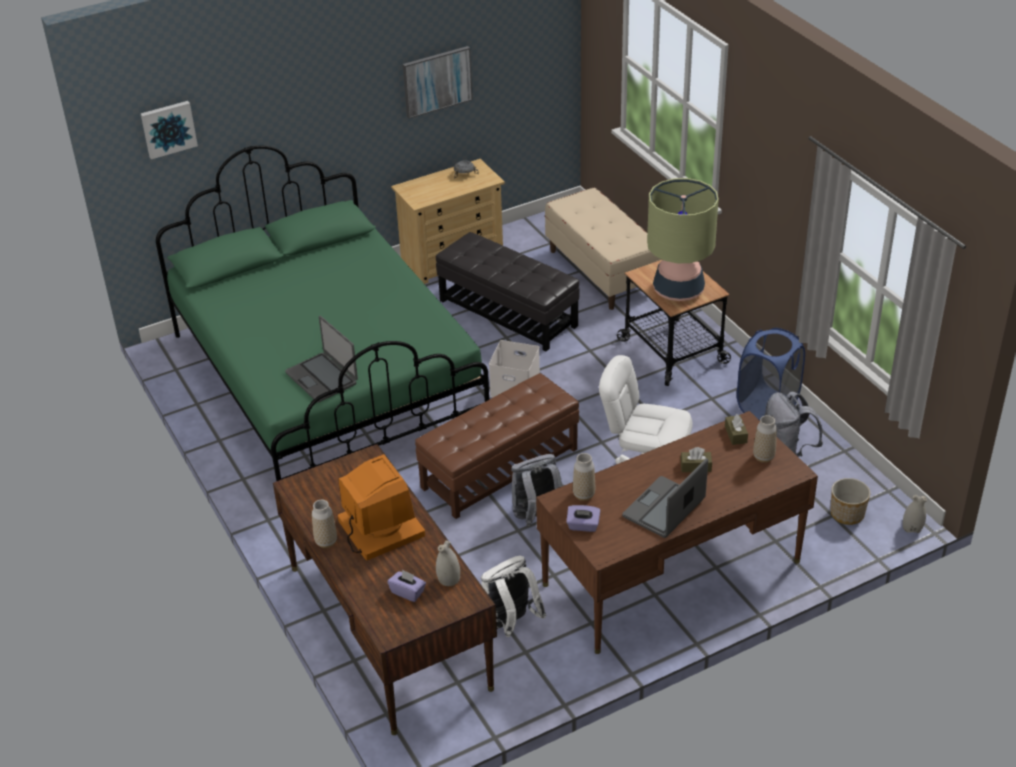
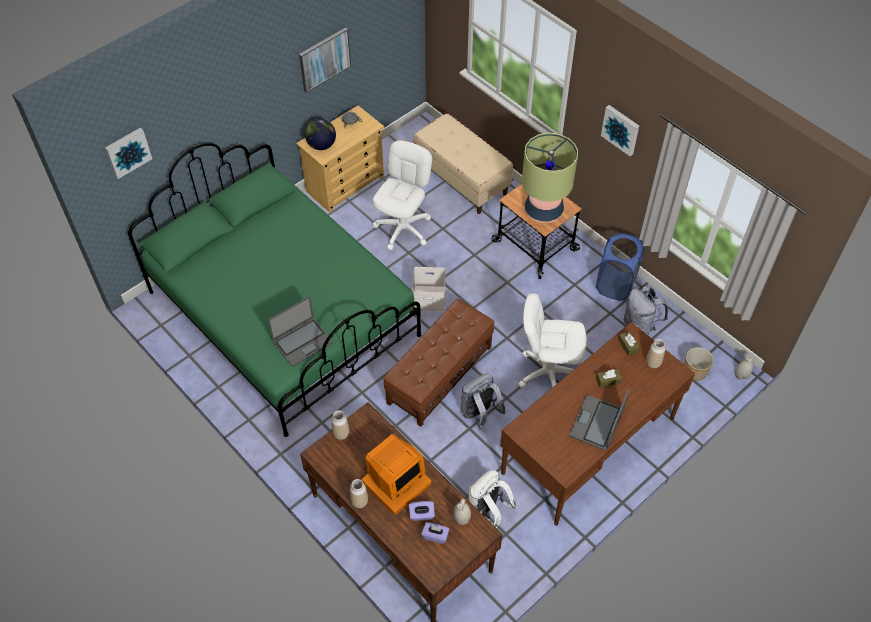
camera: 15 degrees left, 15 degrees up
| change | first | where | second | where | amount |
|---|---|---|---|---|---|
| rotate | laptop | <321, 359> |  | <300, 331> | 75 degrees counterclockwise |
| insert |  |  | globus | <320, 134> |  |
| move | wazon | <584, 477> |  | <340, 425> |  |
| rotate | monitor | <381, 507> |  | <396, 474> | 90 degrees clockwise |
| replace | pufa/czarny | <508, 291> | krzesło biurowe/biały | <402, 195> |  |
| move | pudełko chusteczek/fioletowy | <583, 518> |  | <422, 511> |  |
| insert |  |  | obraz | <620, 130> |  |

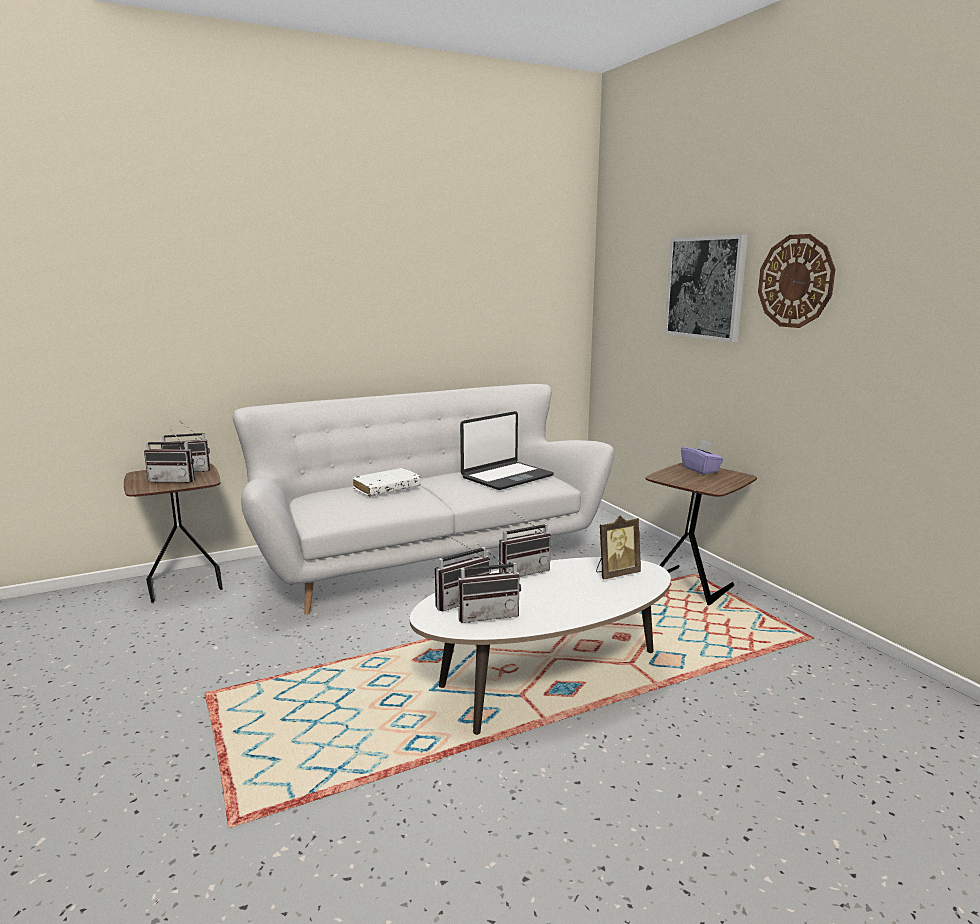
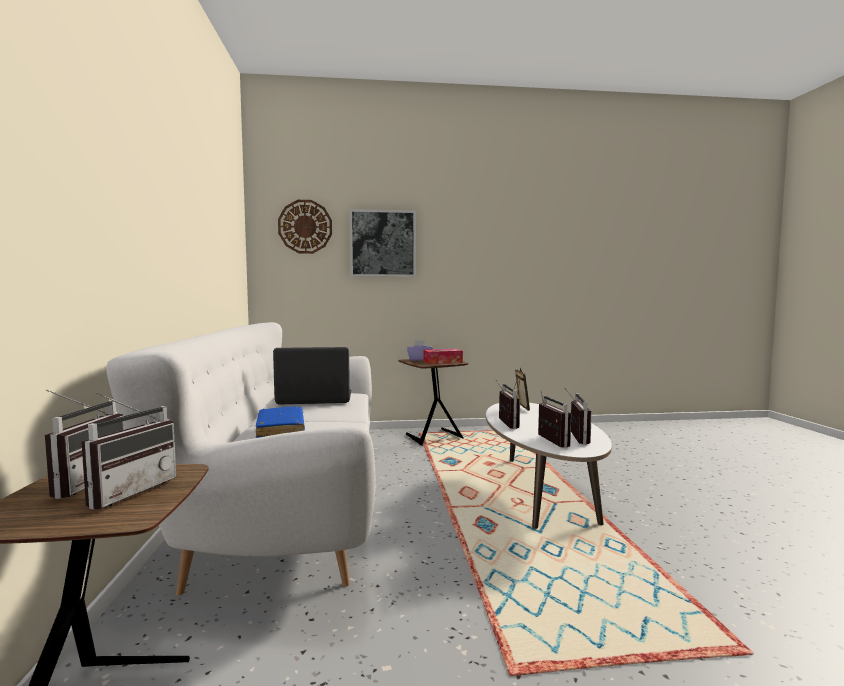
camera: 70 degrees left, 10 degrees down
| change | first | where | second | where | amount |
|---|---|---|---|---|---|
| recolor | książka/biały | <386, 482> | książka/niebieski | <280, 422> |  |
| rotate | laptop | <507, 450> |  | <312, 375> | 75 degrees counterclockwise |
| move | zegar ścienny | <796, 281> |  | <305, 227> |  |
| insert |  |  | pudełko chusteczek | <443, 356> |  |

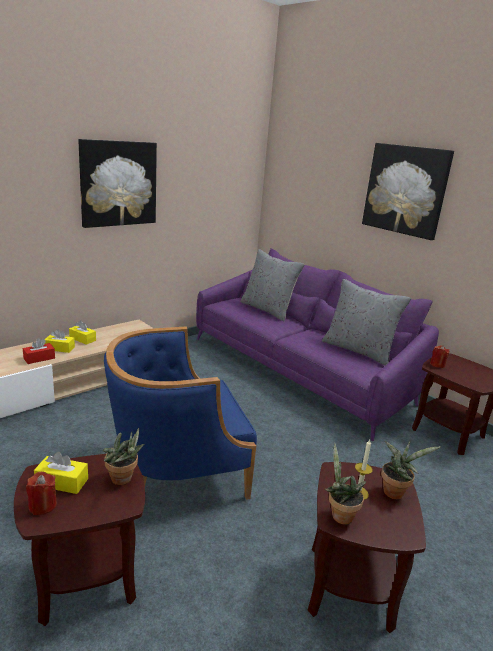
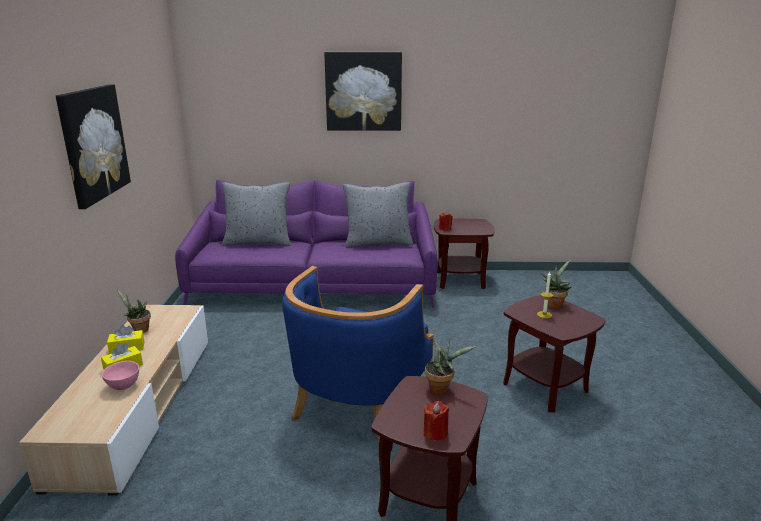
camera: 45 degrees left, 0 degrees up
| change | first | where | second | where | amount |
|---|---|---|---|---|---|
| replace | pudełko chusteczek/czerwony | <39, 351> | miska/różowy | <120, 375> |  |
| move | roślina doniczkowa | <345, 484> |  | <134, 311> |  |
| delete | pudełko chusteczek/żółty | <61, 473> |  |  |  |

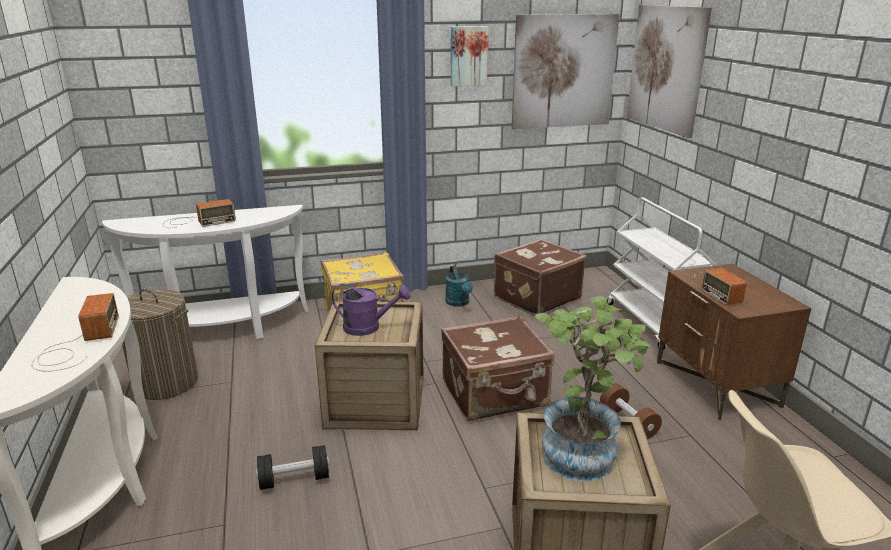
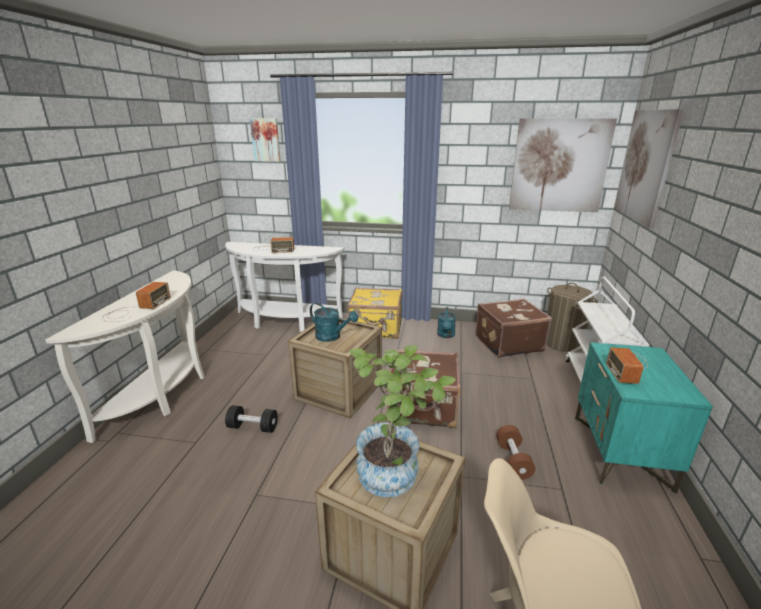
camera: 25 degrees right, 0 degrees up
| change | first | where | second | where | amount |
|---|---|---|---|---|---|
| move | obraz | <470, 56> |  | <265, 140> |  |
| recolor | konewka/fioletowy | <371, 310> | konewka/turkusowy | <334, 322> |  |
| move | kosz na pranie | <160, 344> |  | <573, 317> |  |
| recolor | szafka nocna/brązowy | <734, 342> | szafka nocna/turkusowy | <644, 418> |  |

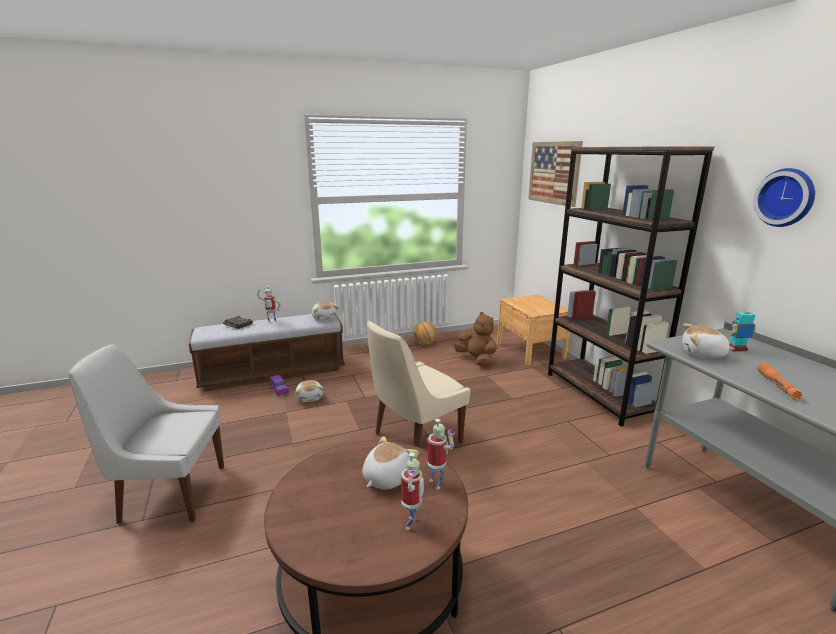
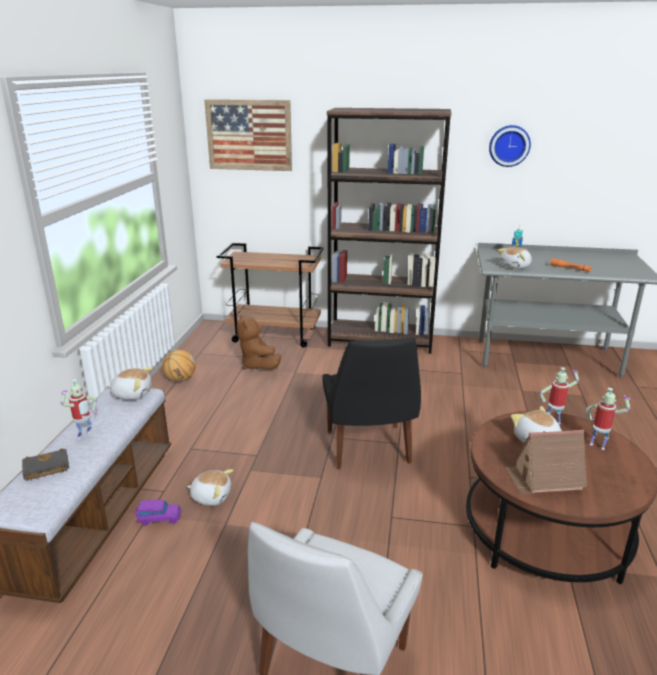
camera: 60 degrees left, 5 degrees up
| change | first | where | second | where | amount |
|---|---|---|---|---|---|
| replace | szafka nocna/brązowy | <533, 330> | wózek/brązowy | <270, 295> |  |
| rotate | pluszak/brązowy | <475, 339> |  | <259, 342> | 105 degrees counterclockwise |
| recolor | krzesło/beżowy | <418, 384> | krzesło/czarny | <371, 403> |  |
| insert |  |  | domek | <546, 462> |  |

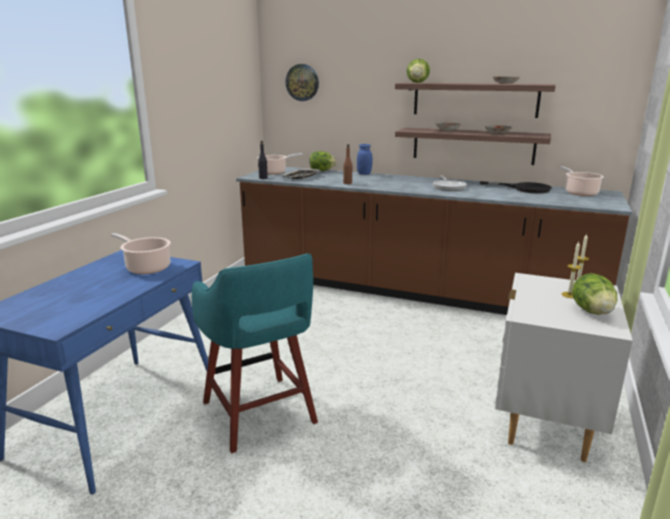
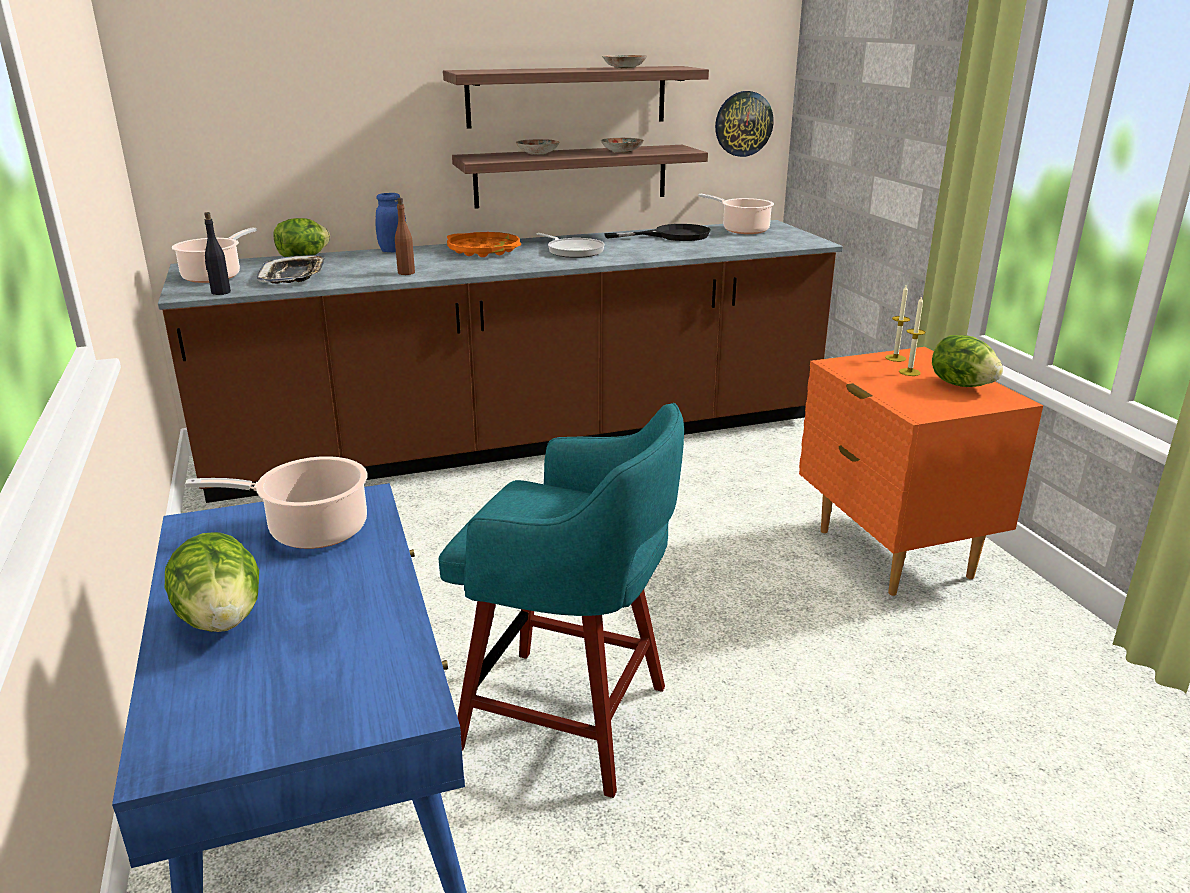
camera: 40 degrees left, 5 degrees up
| change | first | where | second | where | amount |
|---|---|---|---|---|---|
| move | sałata | <418, 71> |  | <212, 582> |  |
| insert |  |  | taca/pomarańczowy | <484, 244> |  |
| move | zegar ścienny | <302, 82> |  | <744, 124> |  |
| recolor | szafka nocna/biały | <564, 367> | szafka nocna/pomarańczowy | <921, 471> |  |

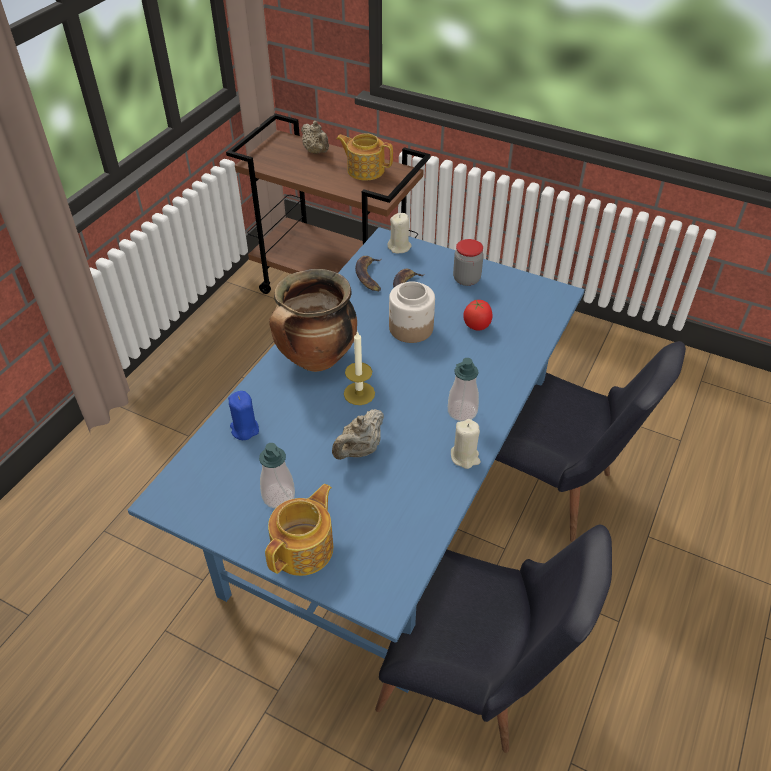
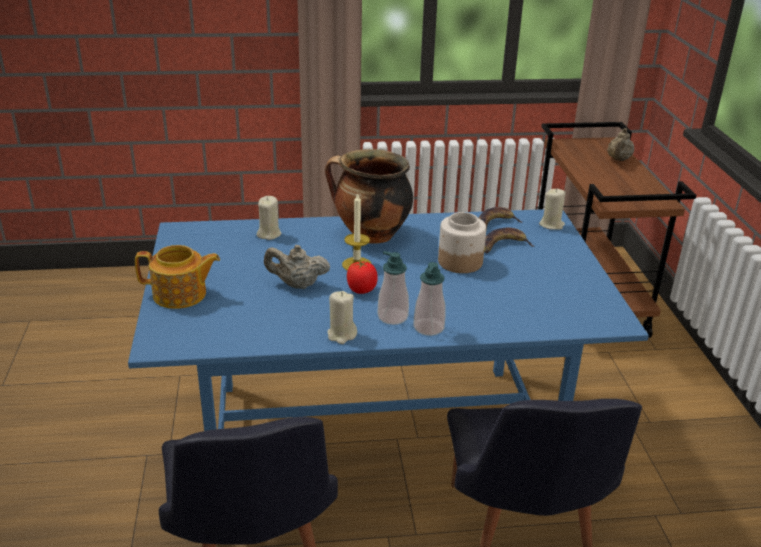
camera: 55 degrees right, 15 degrees down
| change | first | where | second | where | amount |
|---|---|---|---|---|---|
| recolor | świeca/niebieski | <243, 415> | świeca/beżowy | <269, 218> |  |
| move | pomidor | <478, 315> |  | <362, 277> |  |
| move | dozownik mydła | <277, 476> |  | <429, 299> |  |
| delete | imbryk | <364, 157> |  |  |  |
| delete | słoik | <468, 262> |  |  |  |

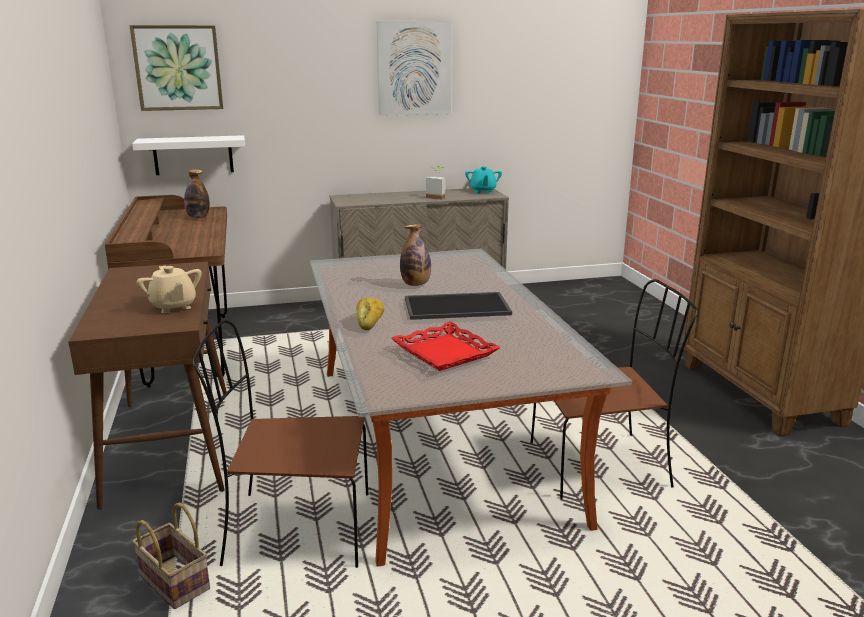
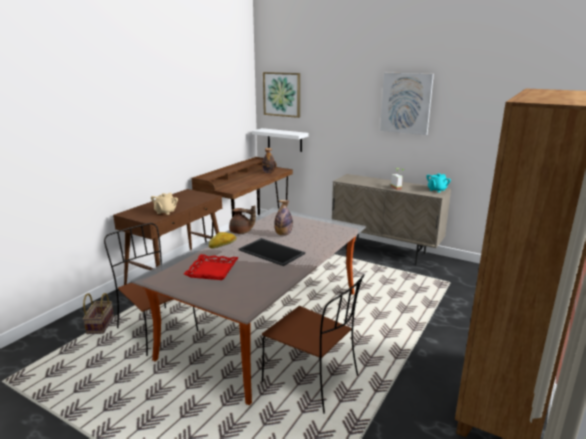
camera: 45 degrees right, 0 degrees up
| change | first | where | second | where | amount |
|---|---|---|---|---|---|
| insert |  |  | imbryk/brązowy | <242, 220> |  |

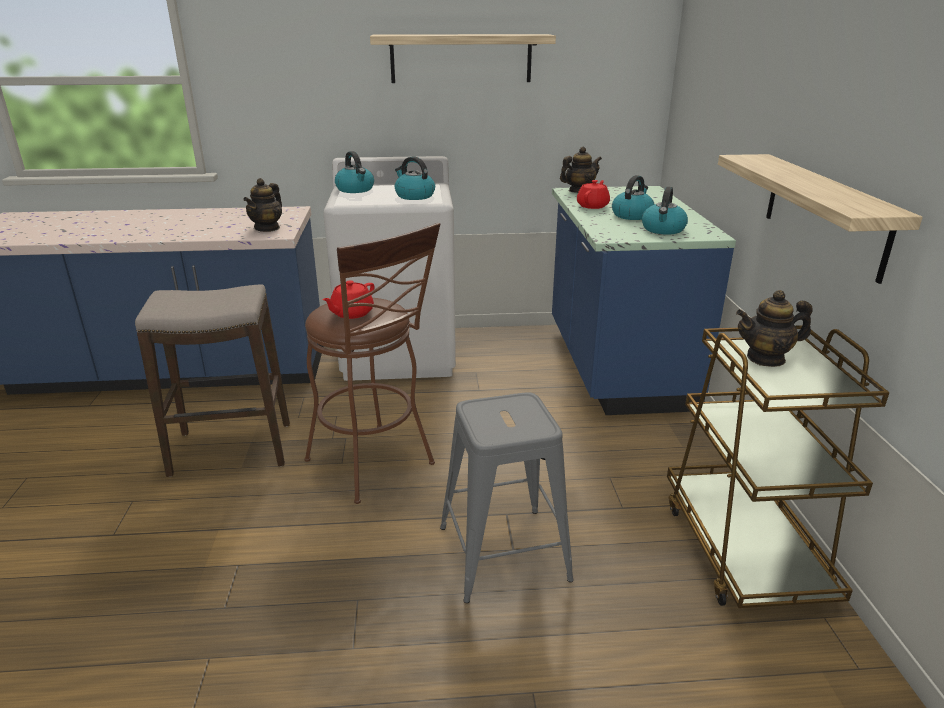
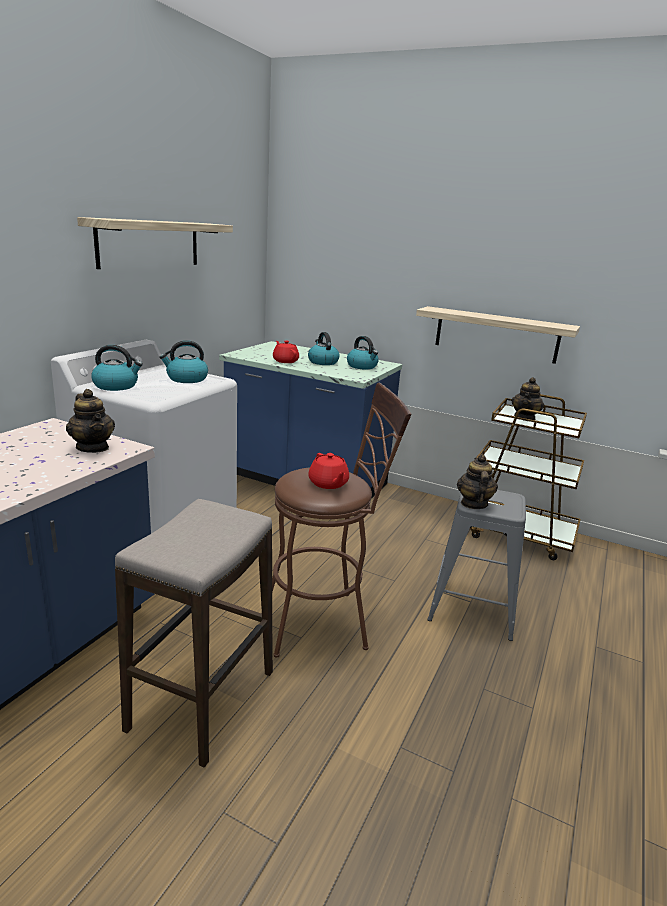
camera: 60 degrees left, 5 degrees down
| change | first | where | second | where | amount |
|---|---|---|---|---|---|
| move | imbryk | <581, 170> |  | <477, 481> |  |

